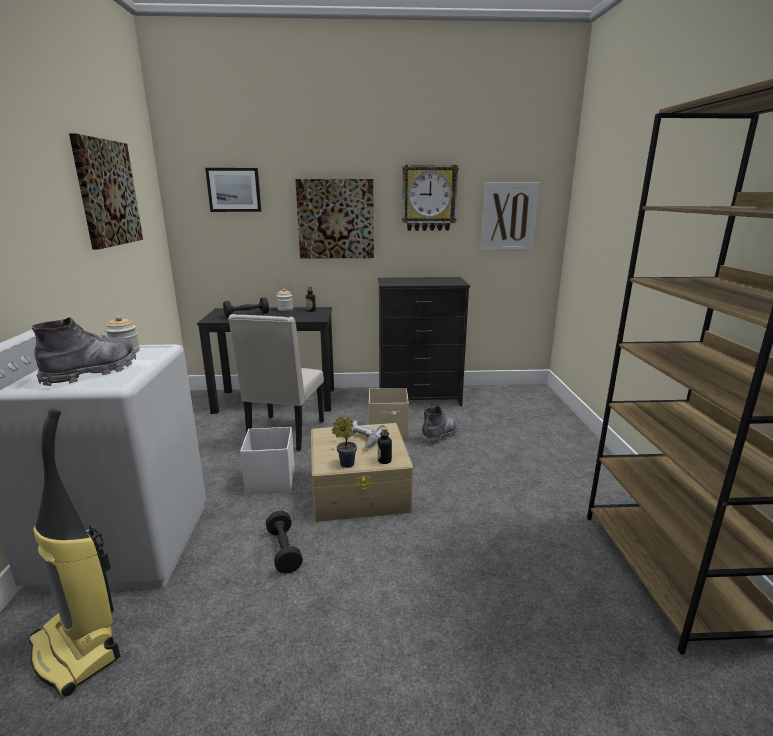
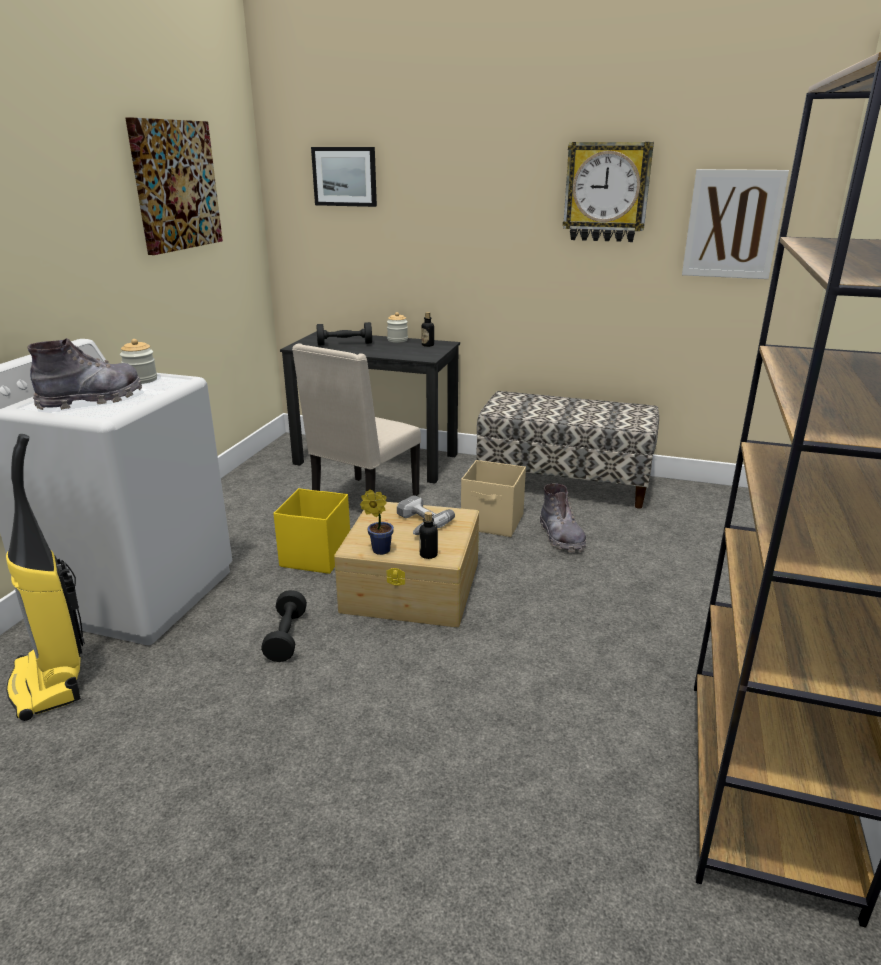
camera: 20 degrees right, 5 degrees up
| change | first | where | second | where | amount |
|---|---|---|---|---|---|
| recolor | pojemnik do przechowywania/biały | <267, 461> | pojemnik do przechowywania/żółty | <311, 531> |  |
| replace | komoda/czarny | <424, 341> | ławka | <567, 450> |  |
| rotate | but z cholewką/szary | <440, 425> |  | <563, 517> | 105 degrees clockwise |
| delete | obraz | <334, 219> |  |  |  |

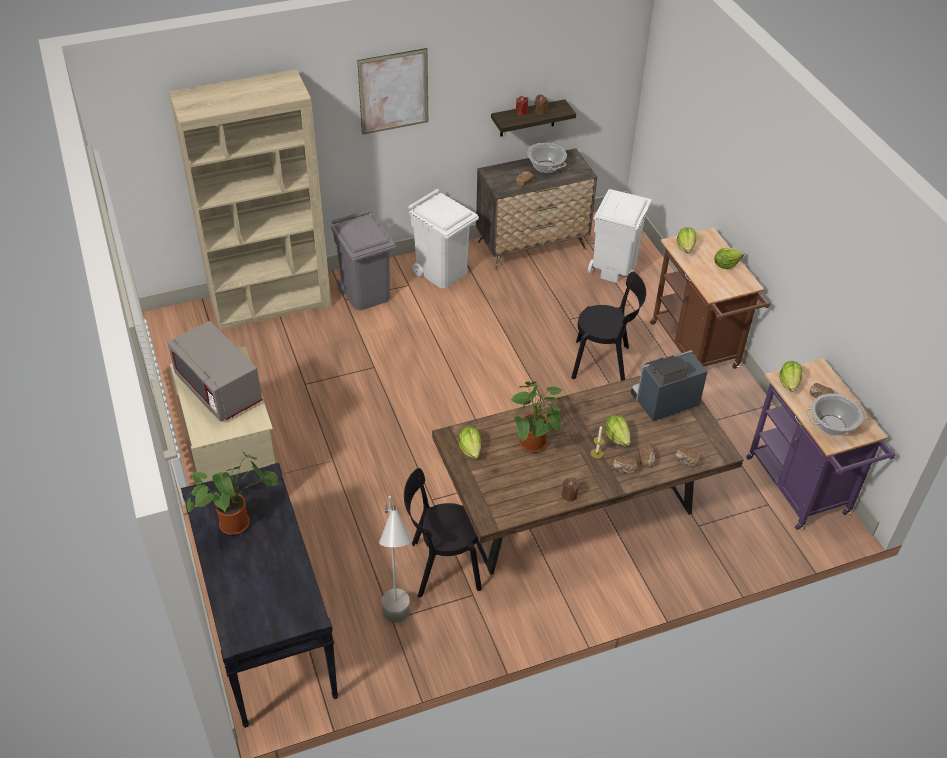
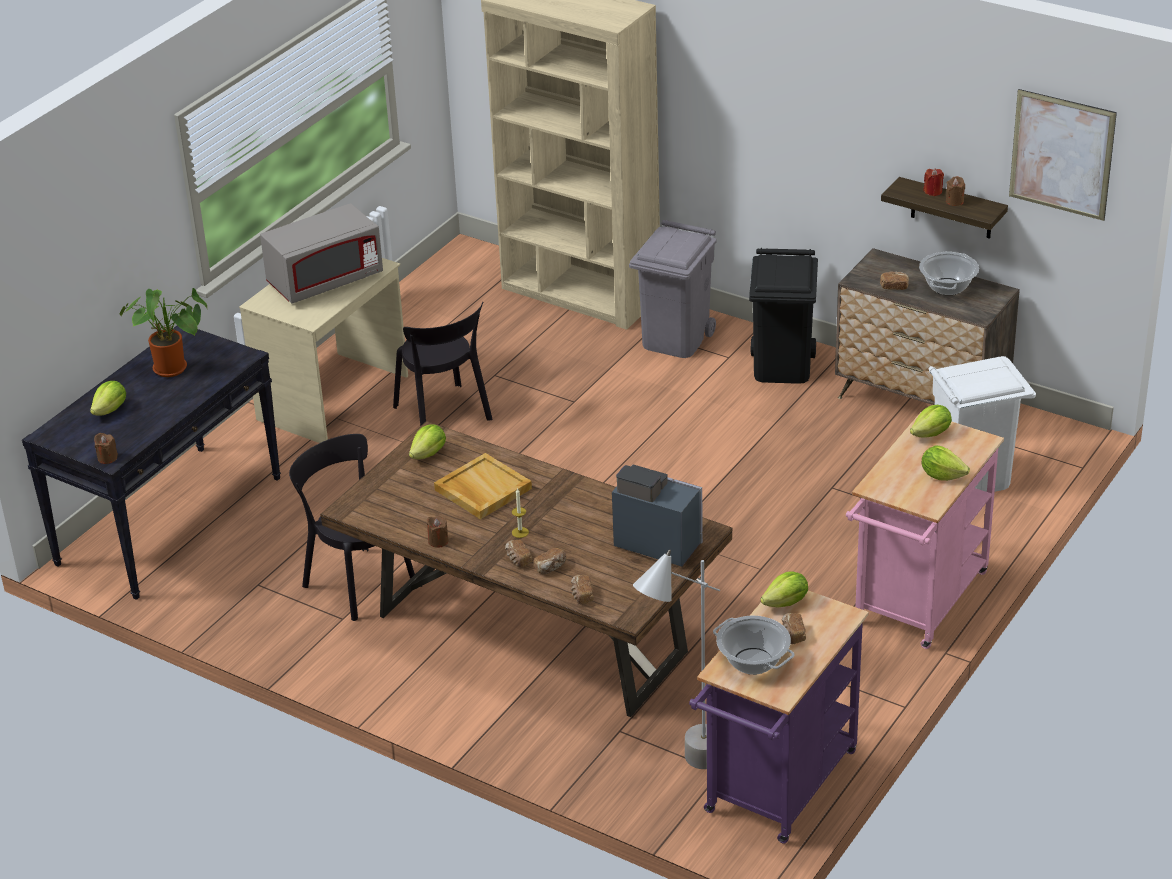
camera: 55 degrees right, 10 degrees down
| change | first | where | second | where | amount |
|---|---|---|---|---|---|
| move | sałata | <618, 430> |  | <108, 398> |  |
| insert |  |  | świeca/brązowy | <106, 448> |  |
| rotate | mikrofalówka/szary | <215, 371> |  | <321, 253> | 135 degrees counterclockwise |
| move | krzesło/czarny | <608, 326> |  | <442, 364> |  |
| replace | roślina doniczkowa | <536, 417> | taca/beżowy | <483, 486> |  |
| move | lampa stojąca/szary | <395, 559> |  | <676, 659> |  |
| recolor | kosz na śmieci/biały | <443, 238> | kosz na śmieci/czarny | <783, 316> |  |
| recolor | wózek/brązowy | <710, 298> | wózek/różowy | <925, 530> |  |
| move | obraz | <392, 91> |  | <1063, 155> |  |

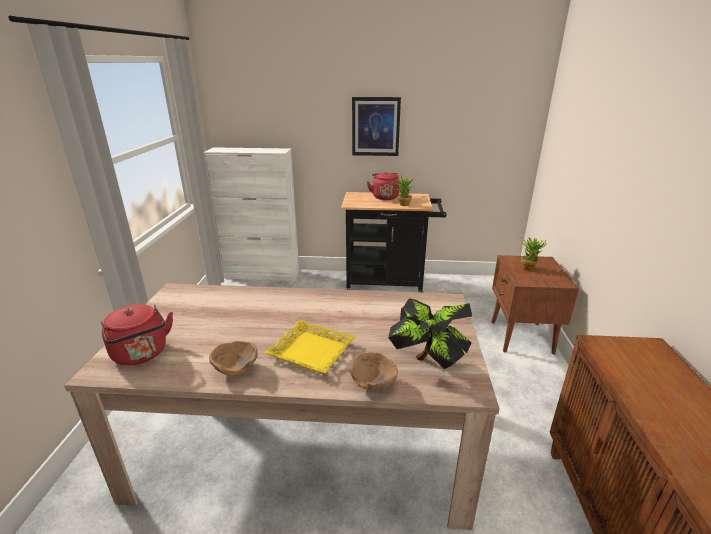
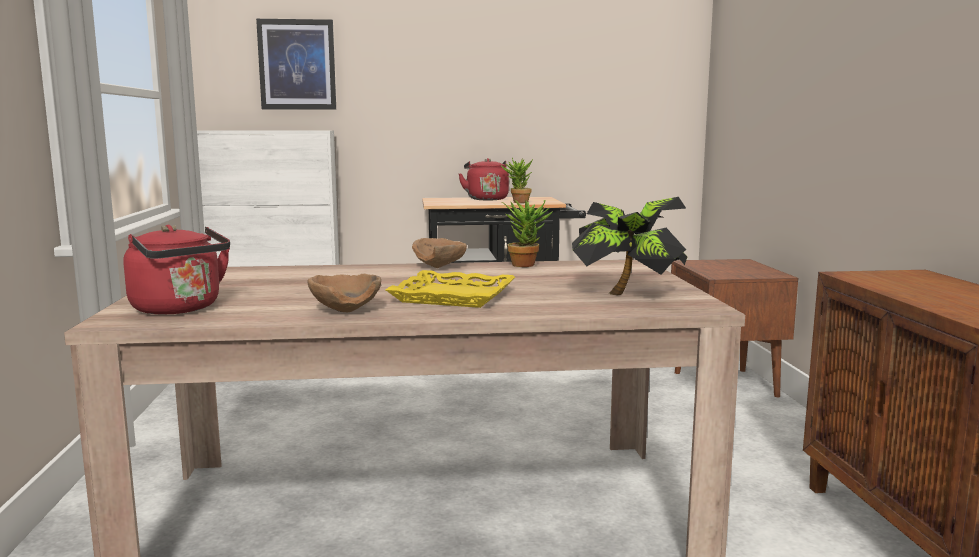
camera: 10 degrees left, 15 degrees down
| change | first | where | second | where | amount |
|---|---|---|---|---|---|
| move | obraz | <376, 126> |  | <296, 64> |  |
| move | miska/brązowy | <373, 371> |  | <439, 253> |  |
| move | roślina doniczkowa | <534, 254> |  | <527, 233> |  |

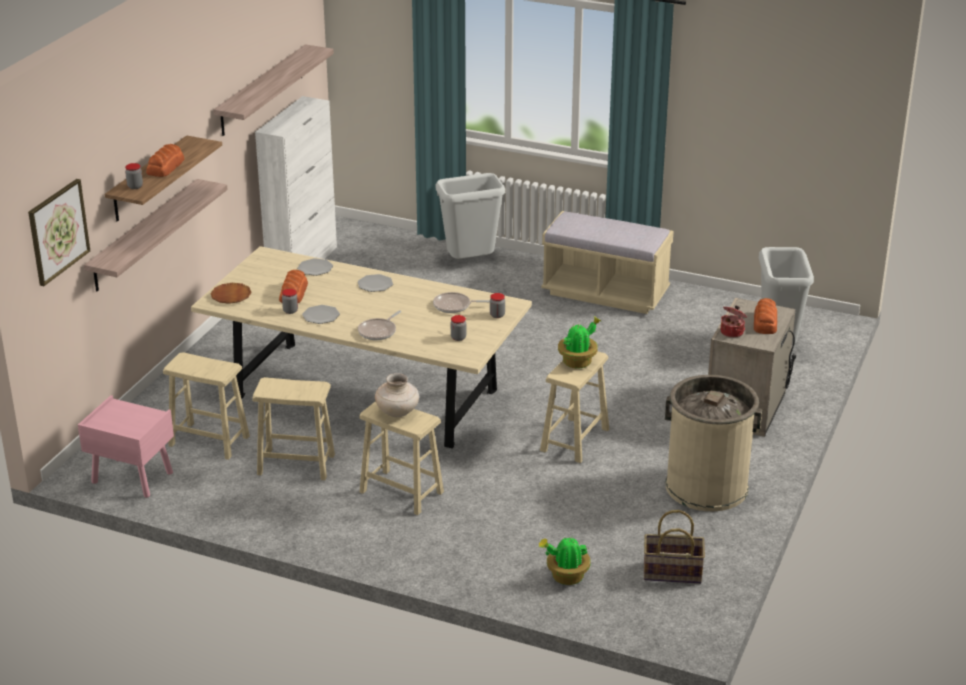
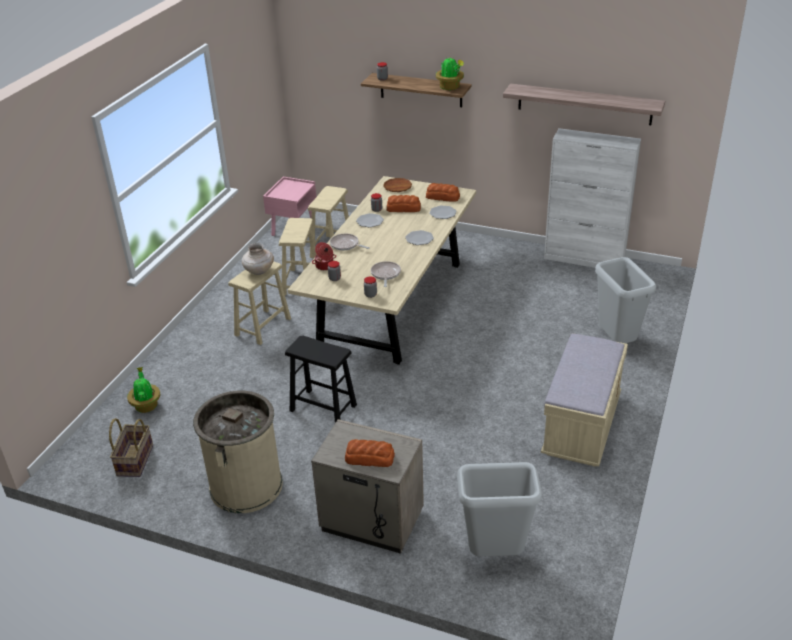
camera: 90 degrees right, 5 degrees up
| change | first | where | second | where | amount |
|---|---|---|---|---|---|
| recolor | stołek/beżowy | <574, 407> | stołek/czarny | <321, 379> |  |
| move | garnek | <734, 322> |  | <324, 256> |  |
| move | chleb | <165, 160> |  | <443, 192> |  |
| move | roślina doniczkowa | <579, 343> |  | <450, 73> |  |
| delete | obraz | <59, 232> |  |  |  |
| delete | półka | <156, 235> |  |  |  |

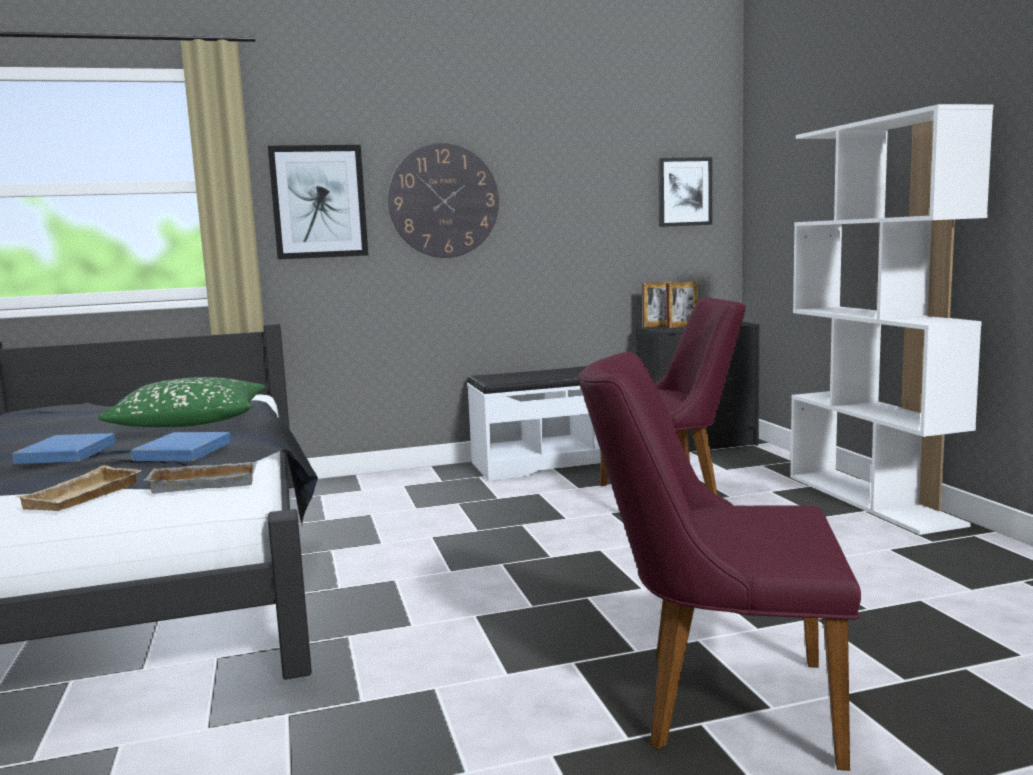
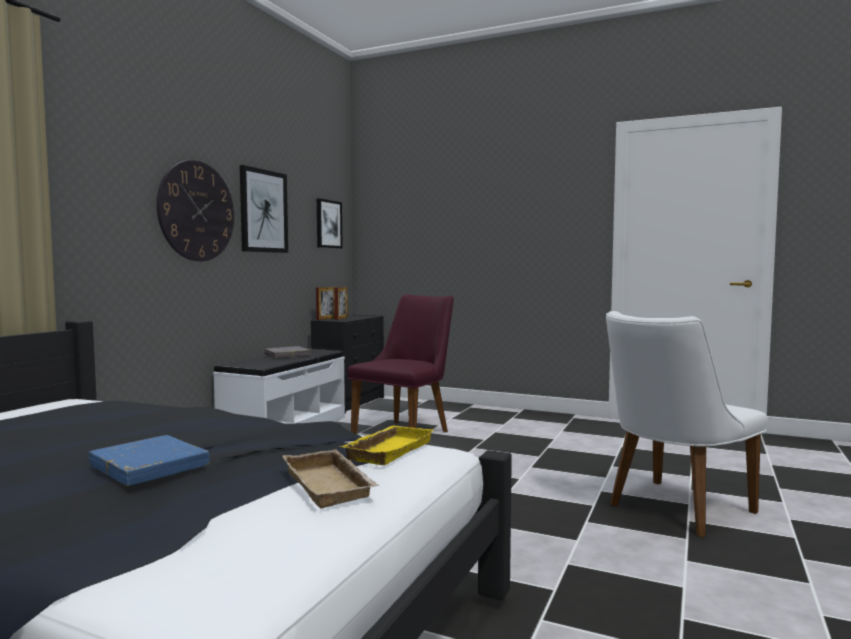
camera: 50 degrees left, 5 degrees down
| change | first | where | second | where | amount |
|---|---|---|---|---|---|
| move | obraz | <318, 202> |  | <264, 209> |  |
| insert |  |  | książka/szary | <287, 352> |  |
| recolor | taca/szary | <200, 477> | taca/żółty | <386, 445> |  |
| recolor | krzesło/fioletowy | <720, 561> | krzesło/biały | <687, 424> |  |
| delete | poduszka/zielony | <182, 402> |  |  |  |
| delete | książka/niebieski | <181, 446> |  |  |  |
| delete | regał/biały | <891, 319> |  |  |  |

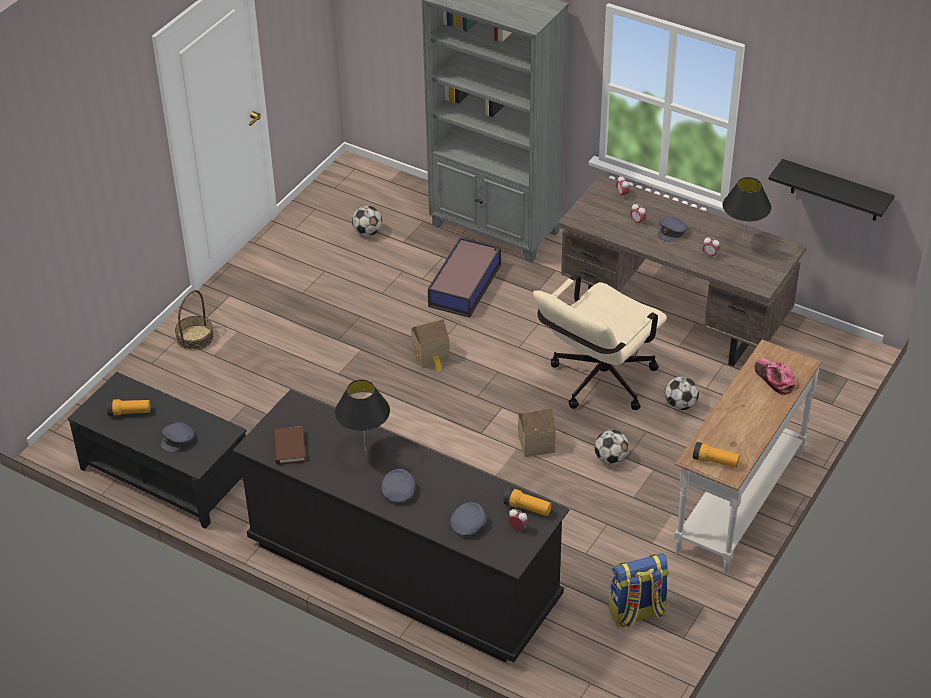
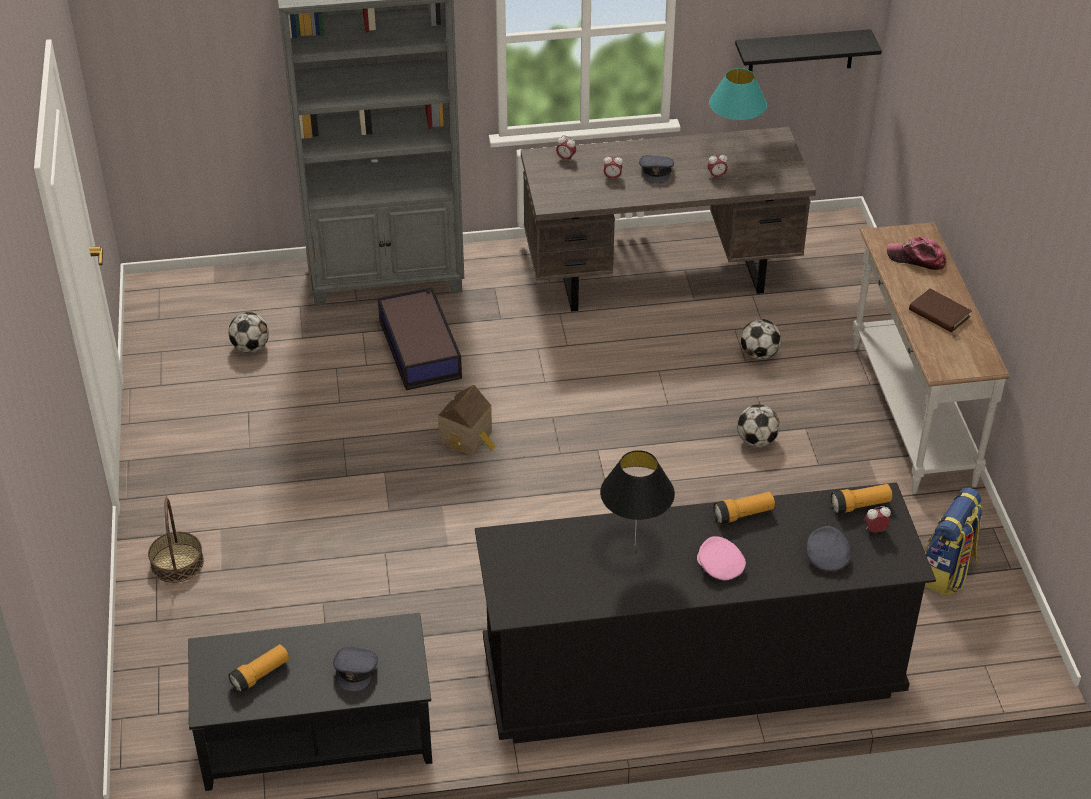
camera: 40 degrees left, 0 degrees up
| change | first | where | second | where | amount |
|---|---|---|---|---|---|
| recolor | czapka z daszkiem/szary | <398, 486> | czapka z daszkiem/różowy | <721, 558> |  |
| recolor | lampa stołowa/czarny | <746, 211> | lampa stołowa/turkusowy | <738, 110> |  |
| move | latarka | <716, 455> |  | <744, 508> |  |
| move | książka/brązowy | <290, 445> |  | <940, 310> |  |
| delete | domek | <537, 433> |  |  |  |
| delete | krzesło biurowe/beżowy | <600, 342> |  |  |  |

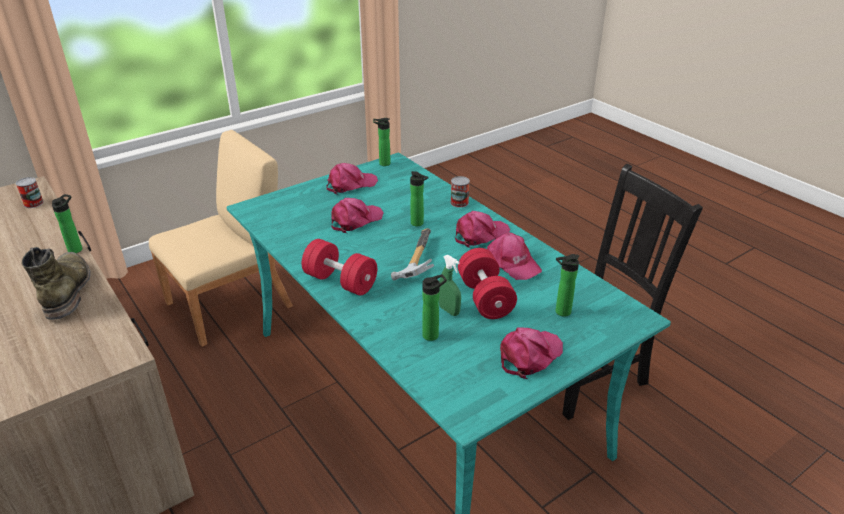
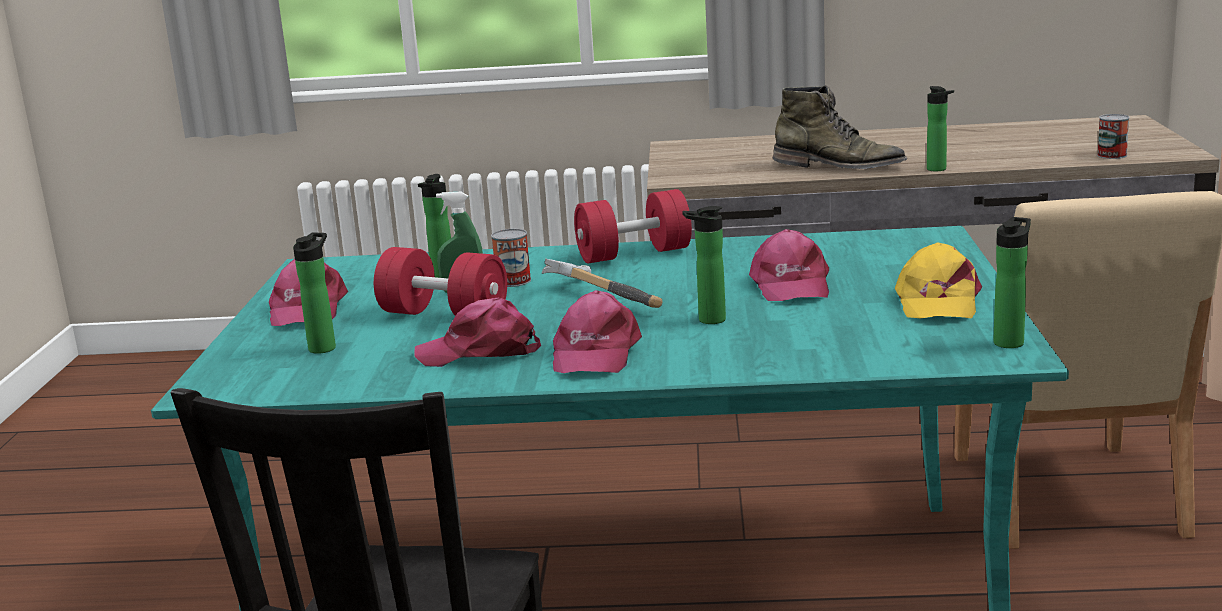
camera: 130 degrees right, 15 degrees down
| change | first | where | second | where | amount |
|---|---|---|---|---|---|
| move | puszka | <460, 192> |  | <511, 258> |  |
| recolor | czapka z daszkiem/różowy | <352, 178> | czapka z daszkiem/żółty | <938, 280> |  |

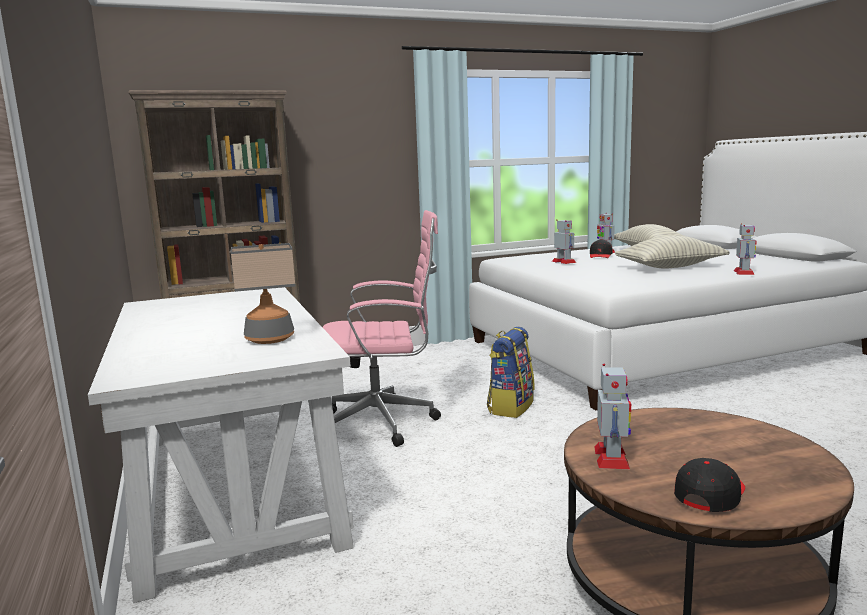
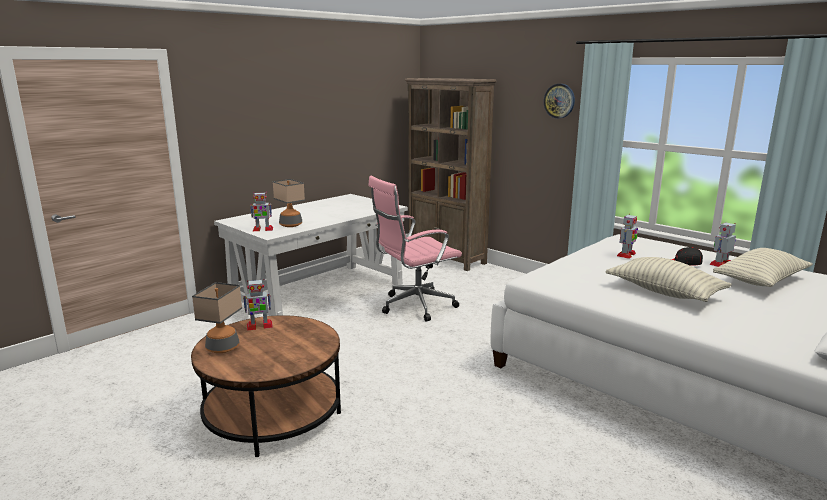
camera: 65 degrees right, 5 degrees up
| change | first | where | second | where | amount |
|---|---|---|---|---|---|
| replace | czapka z daszkiem/czarny | <709, 485> | lampa stołowa | <217, 317> |  |
| move | robot zabawkowy | <745, 249> |  | <261, 211> |  |
| rotate | krzesło biurowe/różowy | <381, 328> |  | <415, 249> | 90 degrees clockwise |
| insert |  |  | zegar ścienny | <559, 101> |  |
| delete | plecak | <511, 372> |  |  |  |

